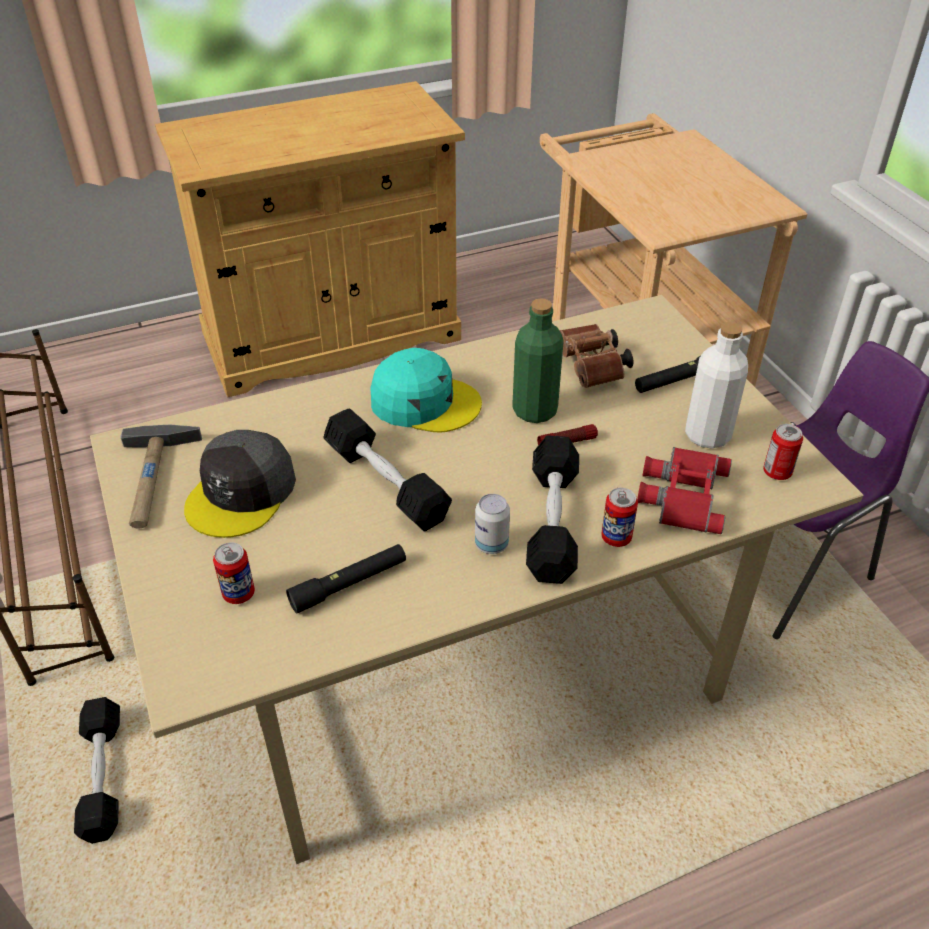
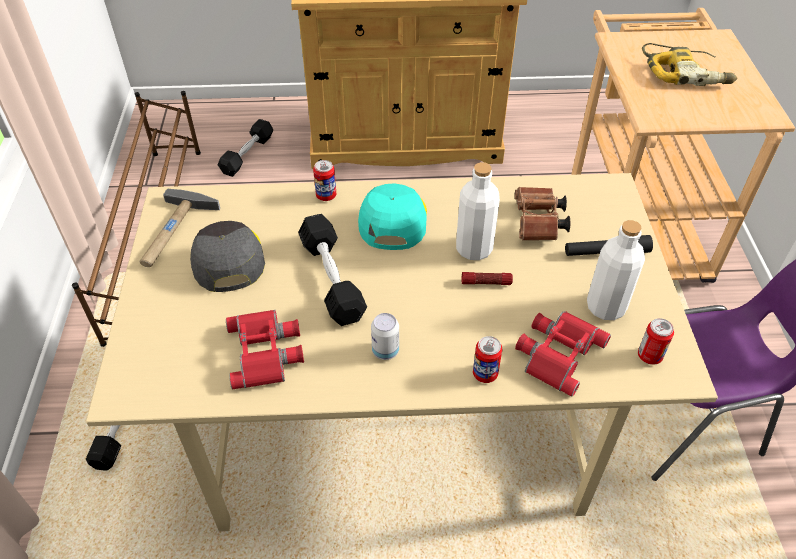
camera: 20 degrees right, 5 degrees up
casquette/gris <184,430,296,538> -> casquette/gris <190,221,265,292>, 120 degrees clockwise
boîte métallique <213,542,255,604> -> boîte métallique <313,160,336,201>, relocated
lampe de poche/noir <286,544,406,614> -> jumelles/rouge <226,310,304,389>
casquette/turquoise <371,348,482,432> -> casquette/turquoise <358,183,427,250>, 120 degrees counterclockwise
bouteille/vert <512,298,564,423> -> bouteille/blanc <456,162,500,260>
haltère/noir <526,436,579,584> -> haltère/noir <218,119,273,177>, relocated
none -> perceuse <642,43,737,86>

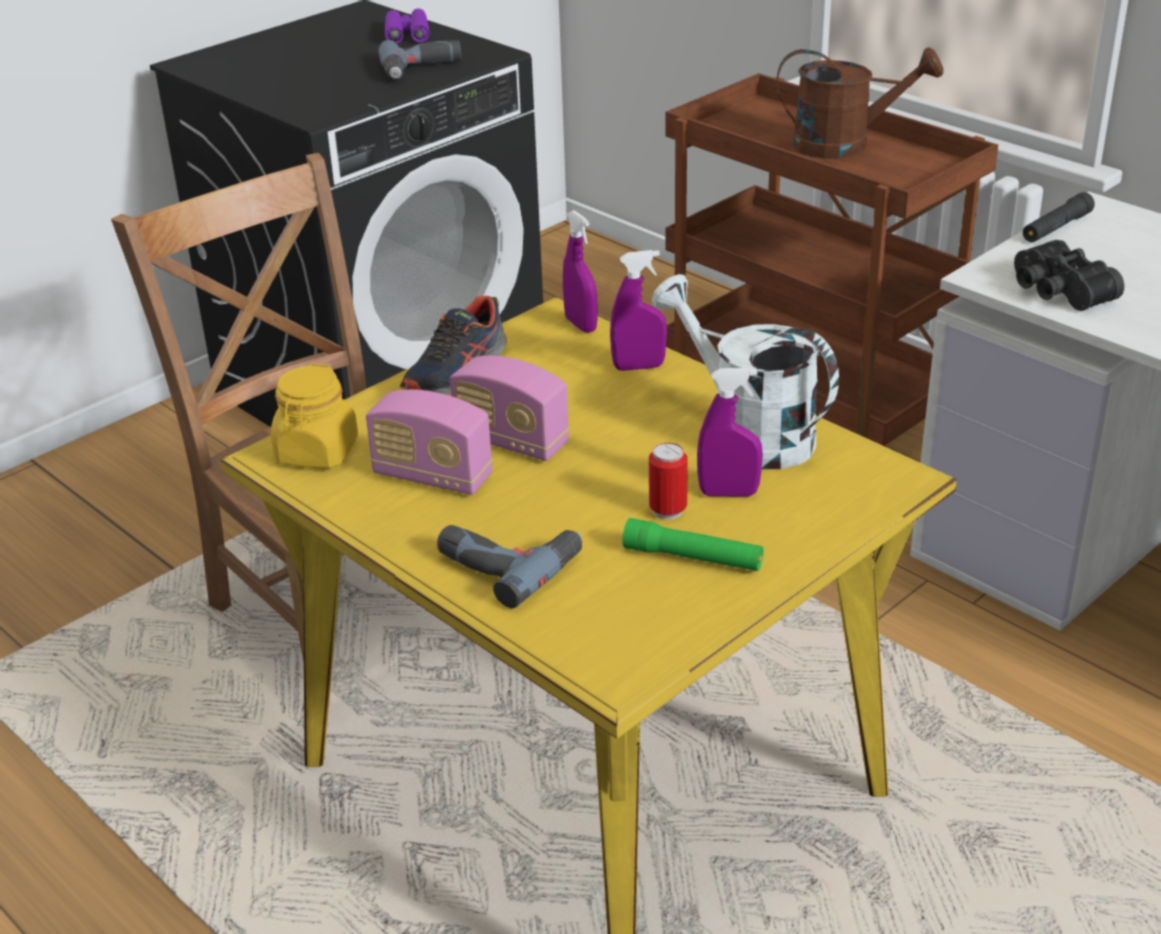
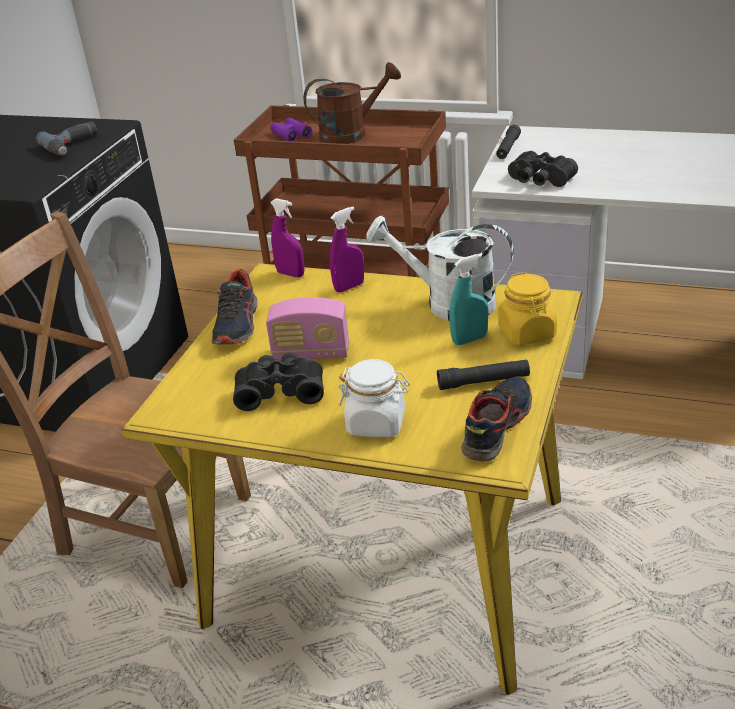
camera: 25 degrees left, 0 degrees up
bocal/jaune <271,363,358,468> -> bocal/jaune <498,272,557,345>, relocated
radio <366,389,493,495> -> jumelles/noir <233,352,324,411>
jumelles/violet <385,9,430,44> -> jumelles/violet <270,118,312,141>, relocated
perceuse <437,525,582,609> -> bocal/blanc <339,359,410,437>
lampe de poche/vert <622,518,764,571> -> lampe de poche/noir <437,359,530,390>
boîte métallique <649,443,688,520> -> none
vaporisateur/violet <697,368,763,497> -> vaporisateur/turquoise <449,254,488,345>
none -> chaussure <461,376,532,462>

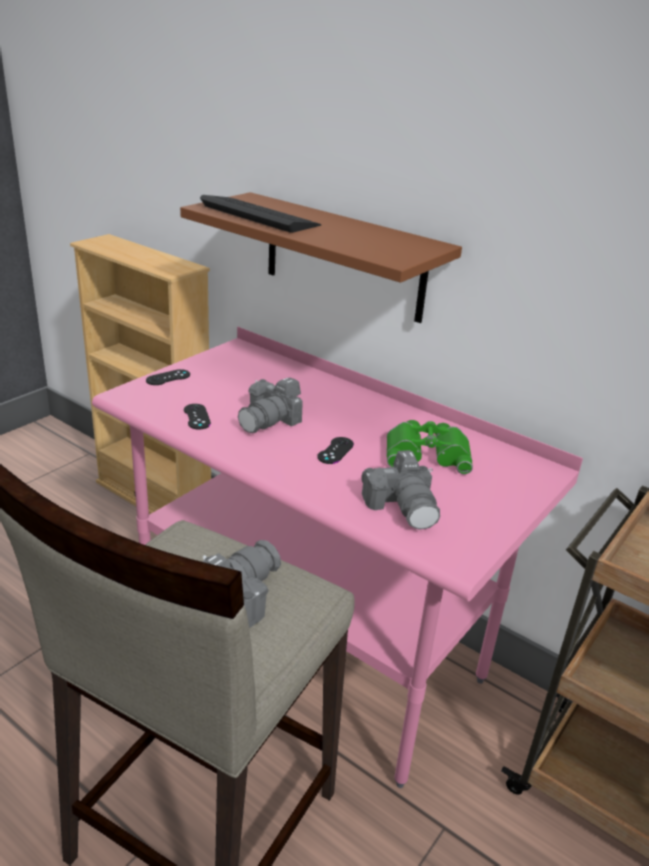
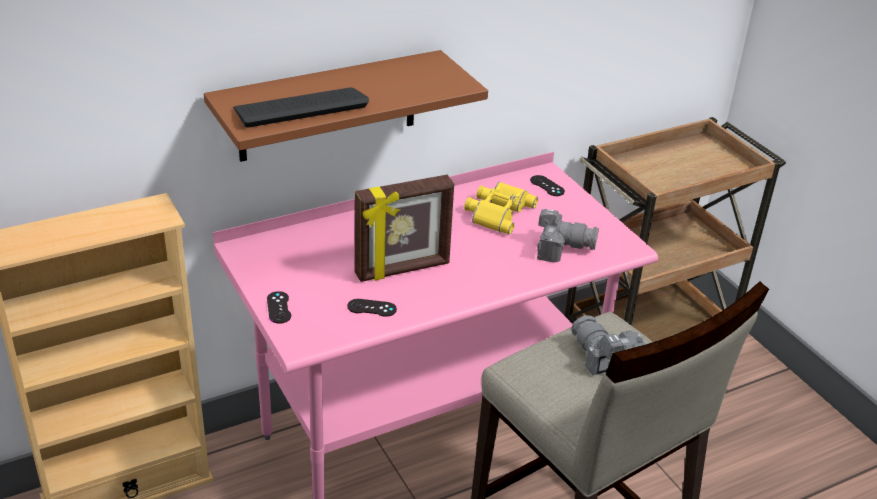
camera: 65 degrees left, 5 degrees up
appareil photo <238,377,303,433> -> cadre photo <355,175,454,282>
manette/noir <317,437,354,464> -> manette/noir <530,175,565,196>, relocated
jumelles/vert <387,420,473,474> -> jumelles/jaune <464,182,538,235>

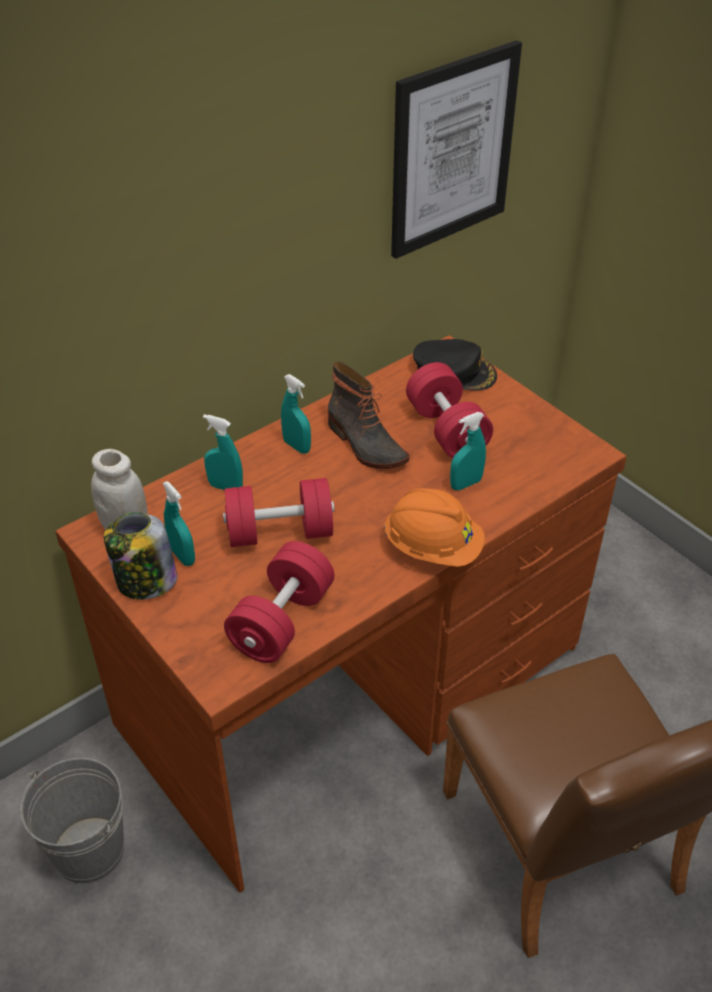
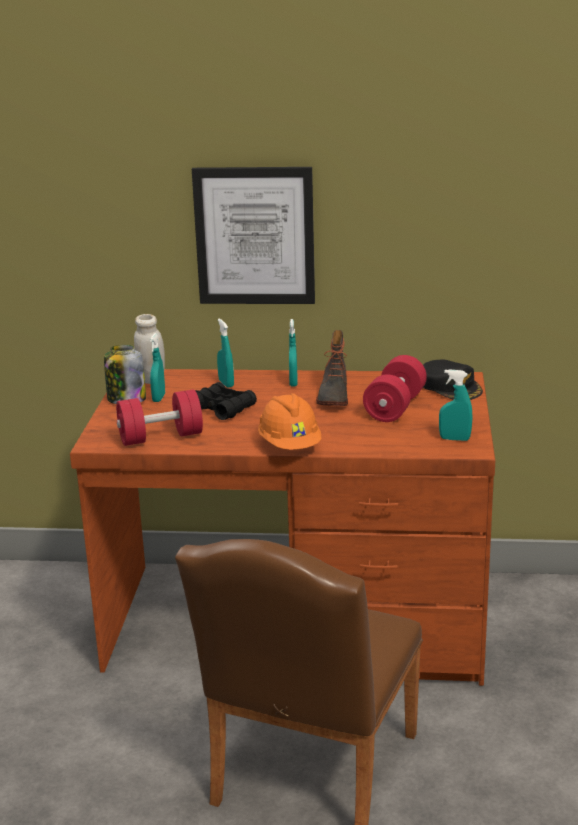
camera: 45 degrees right, 20 degrees down
seau/gris <20,758,125,883> -> none
haltère/rouge <223,478,335,547> -> jumelles/noir <195,382,257,420>
tableau <391,40,522,259> -> tableau <192,167,315,304>, relocated
vaporisateur/turquoise <450,412,486,490> -> vaporisateur/turquoise <439,369,472,441>, relocated

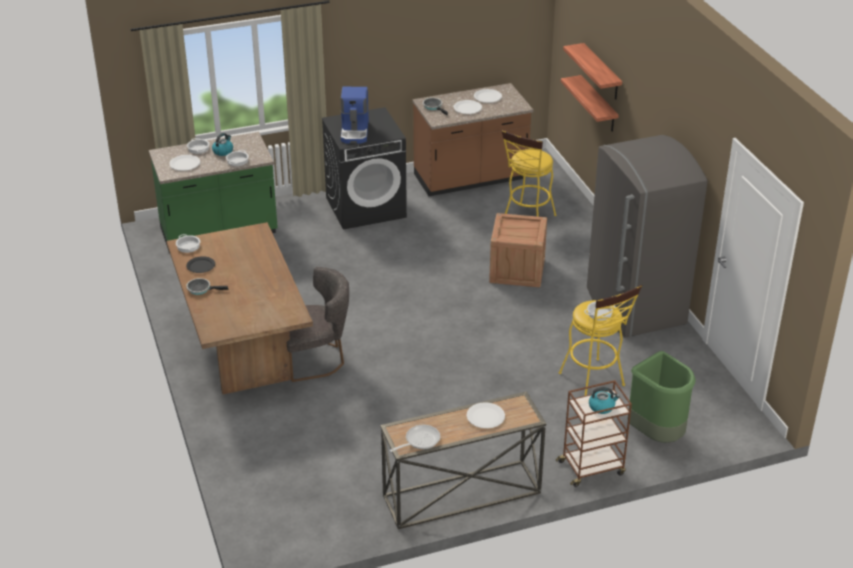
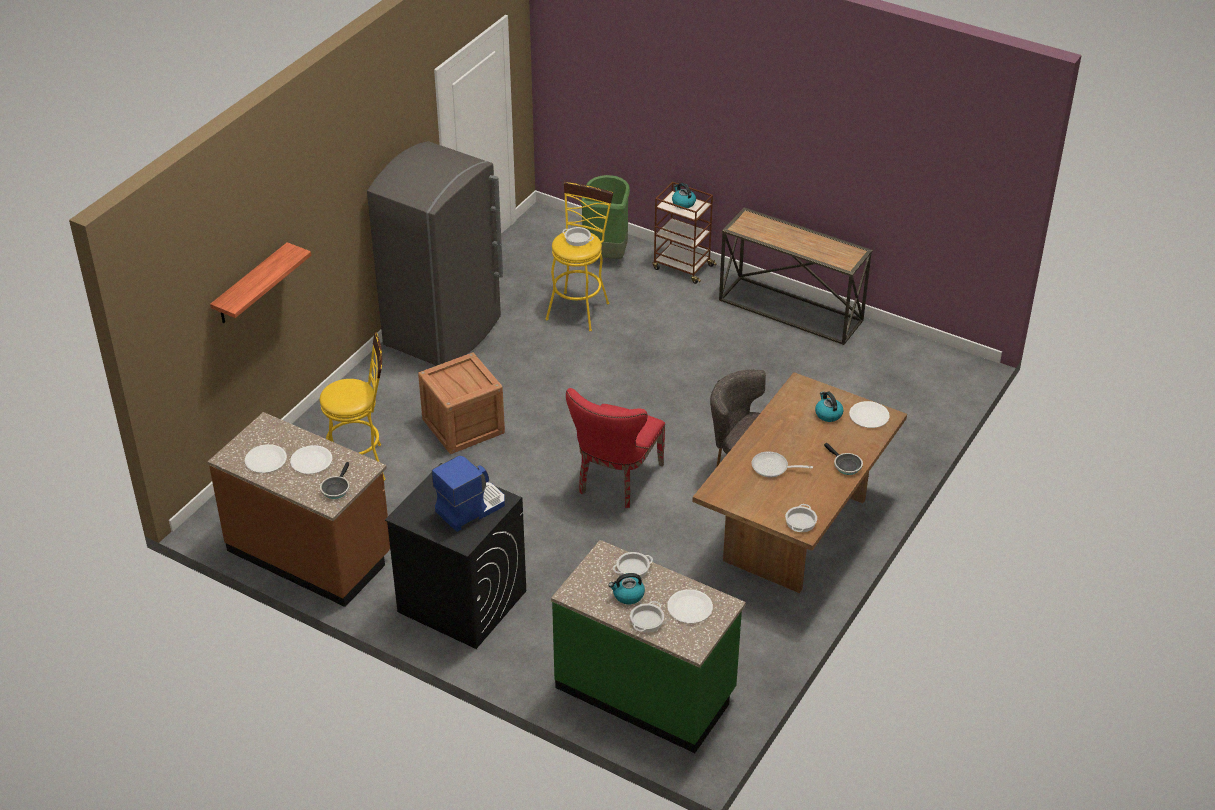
camera: 130 degrees left, 5 degrees up
assiette/noir <186,256,215,273> -> none
poêle <389,425,440,452> -> poêle <751,451,813,478>, relocated
assiette/blanc <467,402,505,429> -> assiette/blanc <849,401,890,428>, relocated
étagère <561,75,619,132> -> none
none -> chaise/rouge <566,388,665,508>
none -> bouilloire <815,392,843,422>

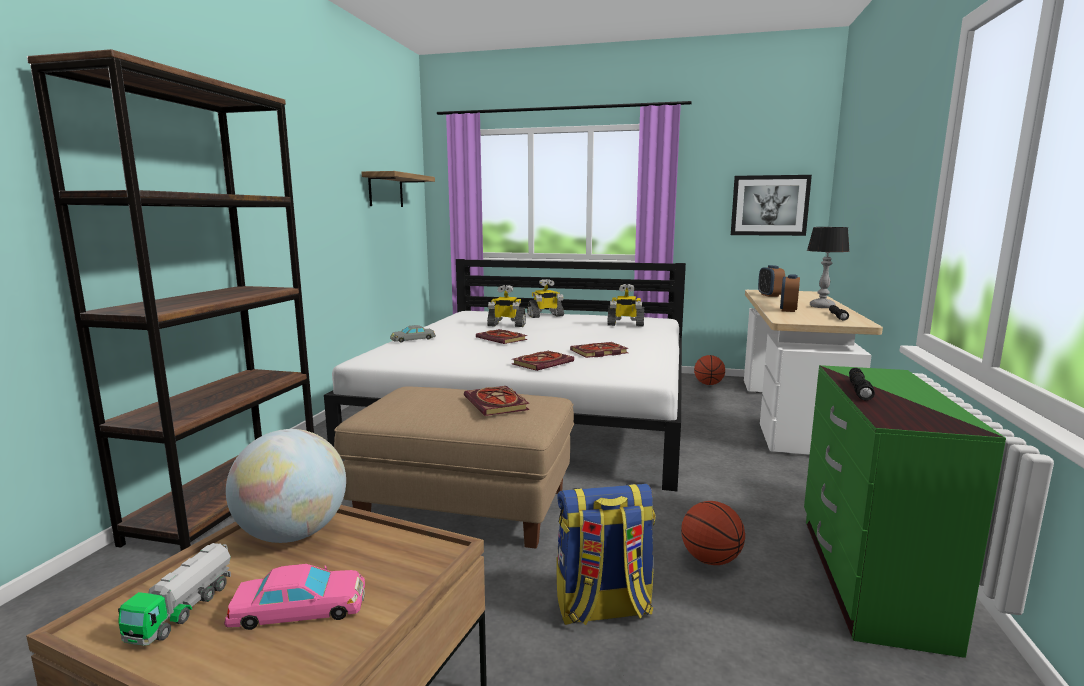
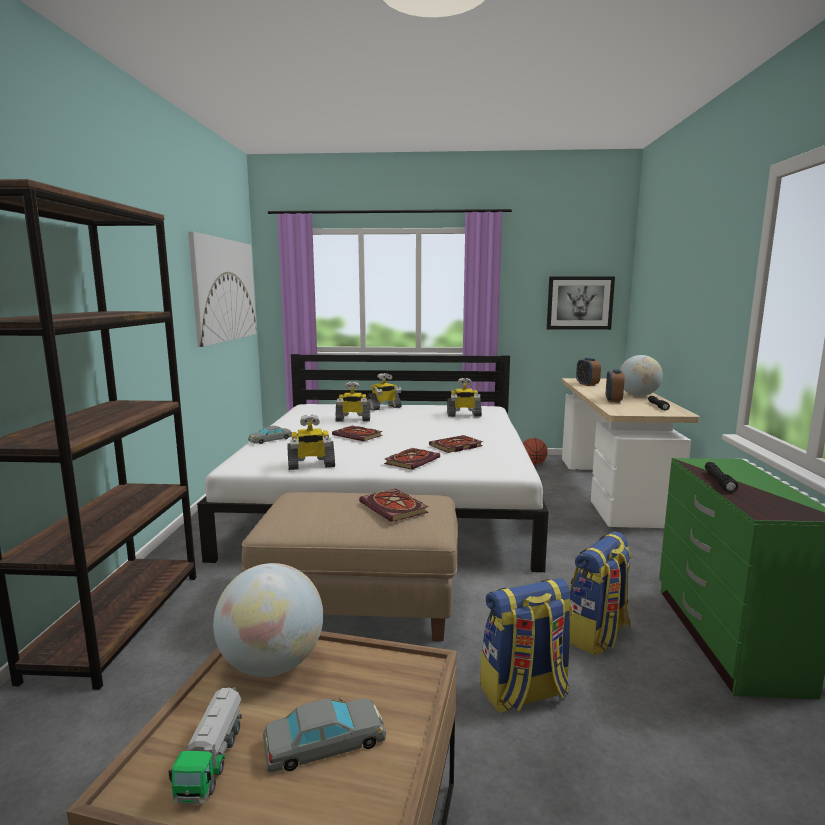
camera: 10 degrees left, 0 degrees up
petite voiture/rose <224,564,365,630> -> petite voiture/gris <263,697,386,772>
étagère <361,171,435,207> -> tableau <188,231,257,347>
ballon de basket <681,501,745,565> -> sac à dos <570,531,632,656>
lampe de table <807,227,850,308> -> globe <620,355,663,396>
none -> robot jouet <287,414,335,470>

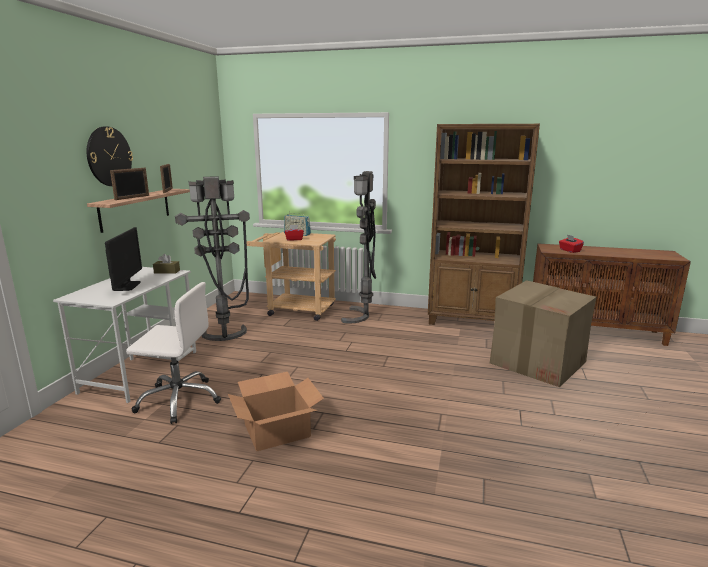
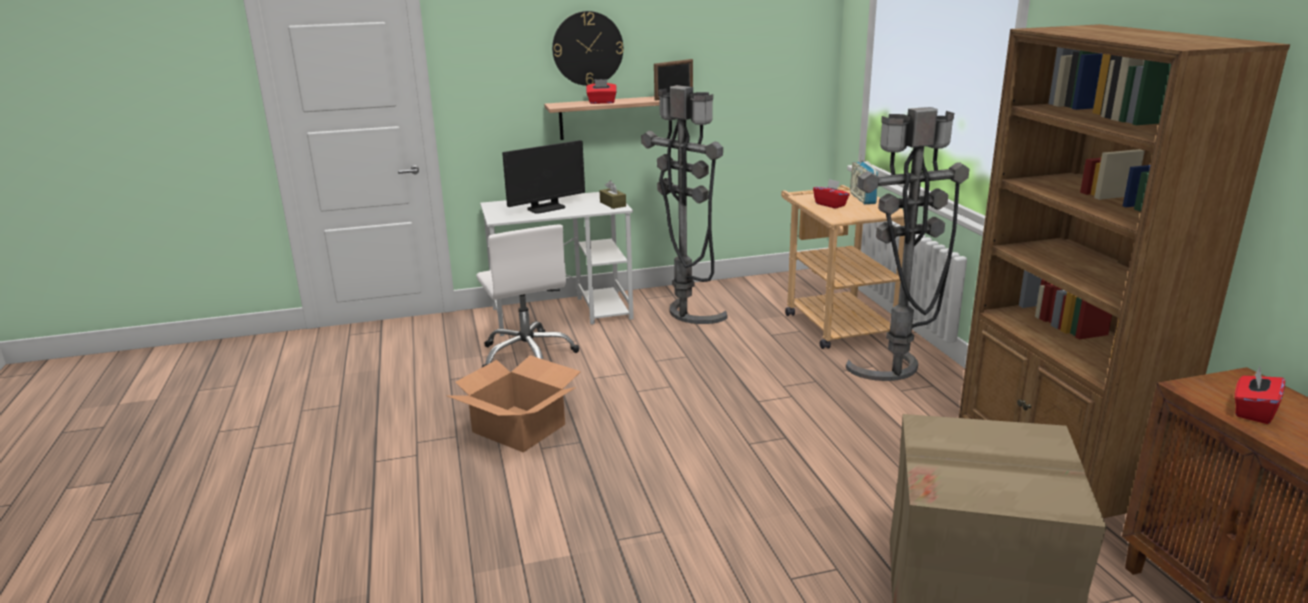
camera: 60 degrees right, 5 degrees up
cadre photo <110,168,149,200> -> boîte à mouchoirs/rouge <586,79,617,104>

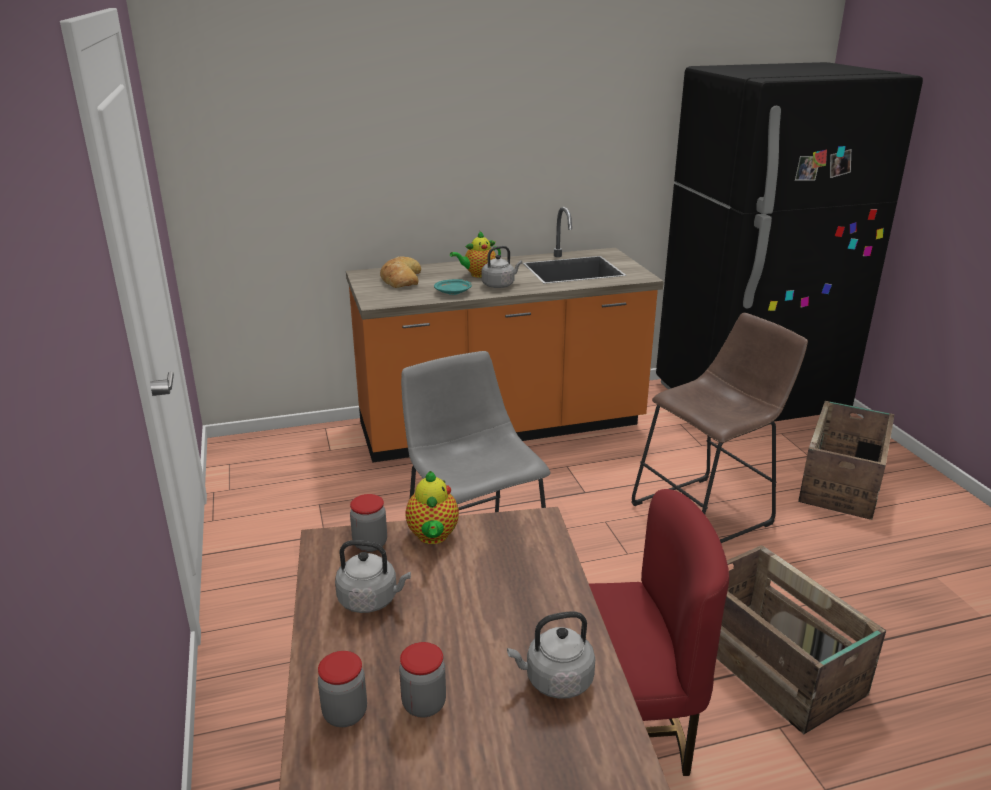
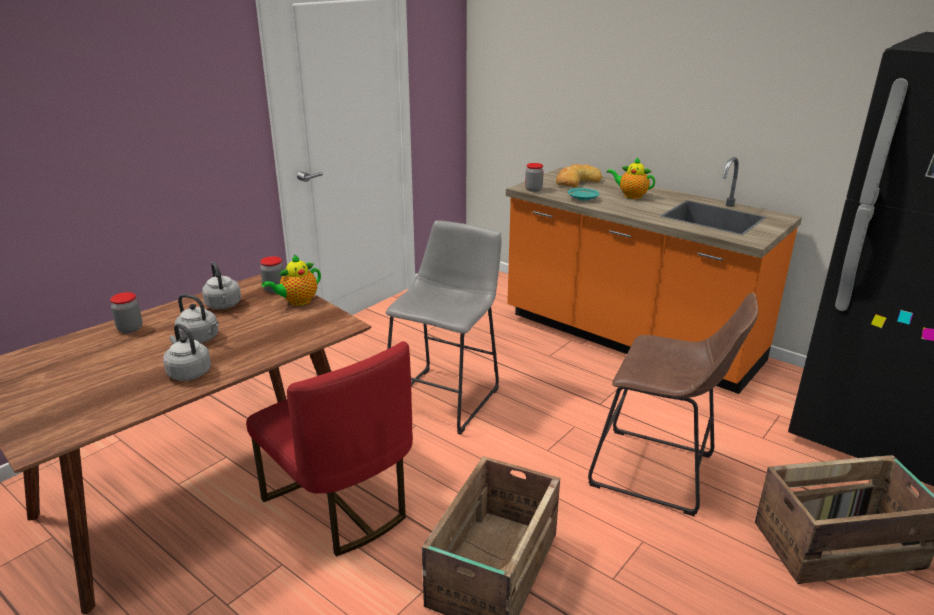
camera: 55 degrees right, 0 degrees up
bocal <399,642,446,718> -> bocal <525,163,544,192>, relocated
bouilloire/gris <482,246,522,288> -> bouilloire/gris <175,294,219,343>, relocated

